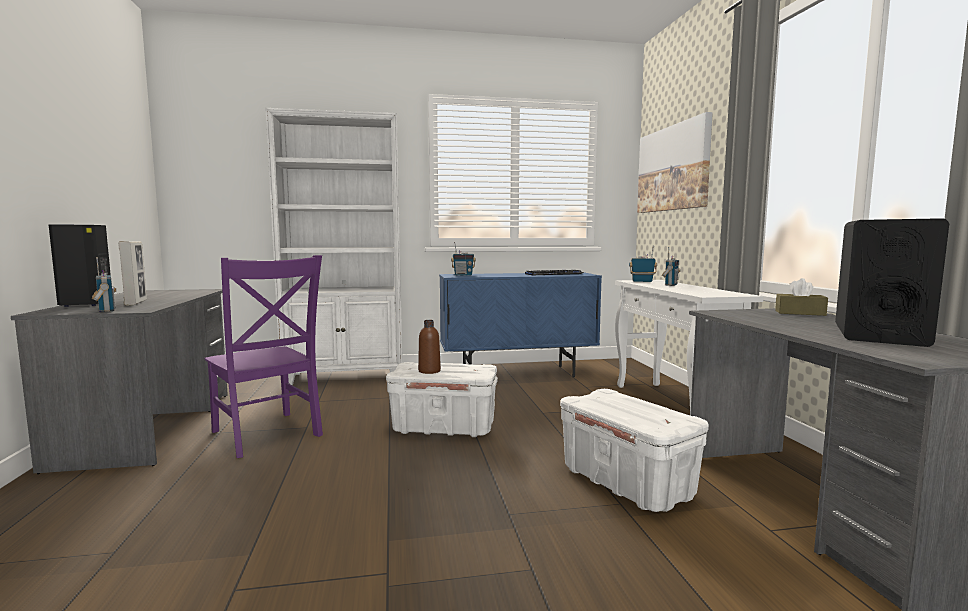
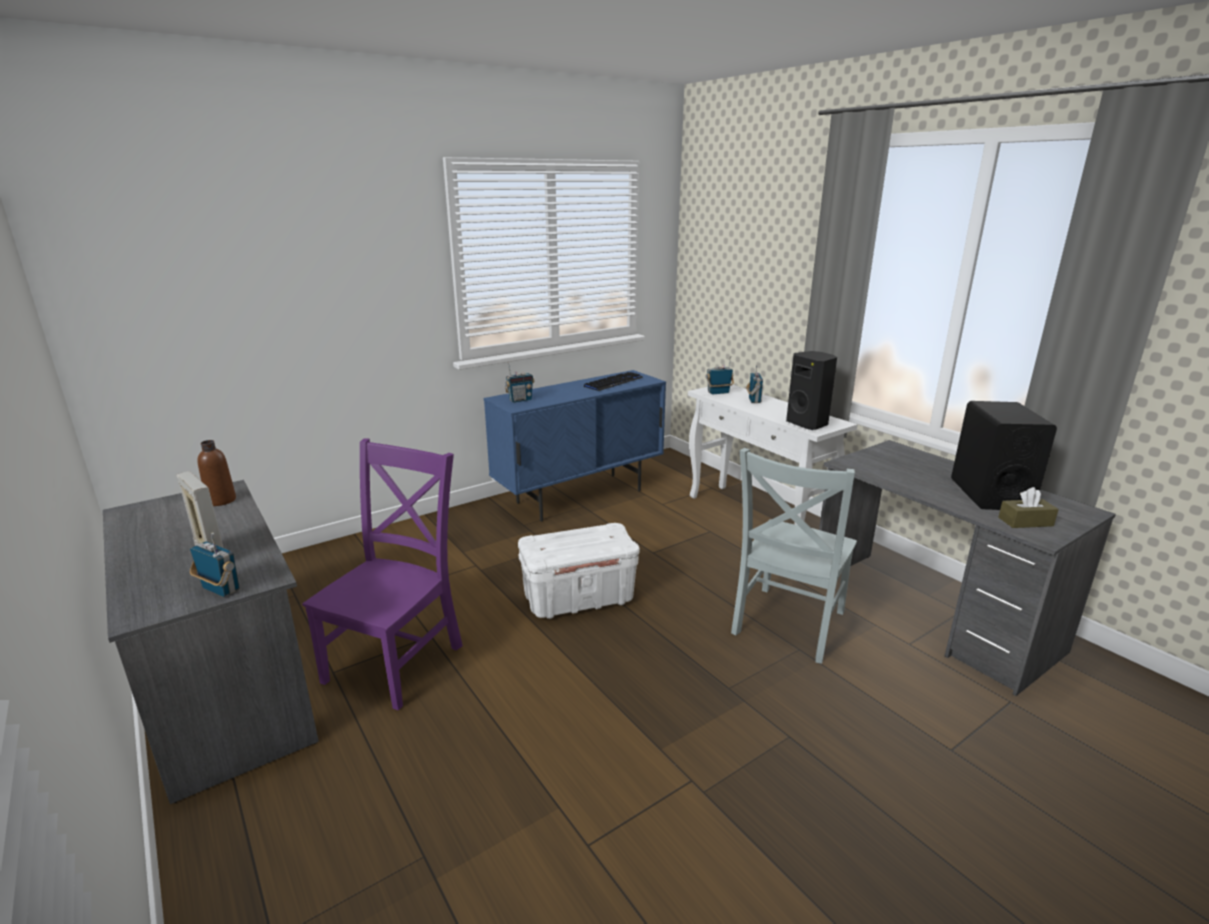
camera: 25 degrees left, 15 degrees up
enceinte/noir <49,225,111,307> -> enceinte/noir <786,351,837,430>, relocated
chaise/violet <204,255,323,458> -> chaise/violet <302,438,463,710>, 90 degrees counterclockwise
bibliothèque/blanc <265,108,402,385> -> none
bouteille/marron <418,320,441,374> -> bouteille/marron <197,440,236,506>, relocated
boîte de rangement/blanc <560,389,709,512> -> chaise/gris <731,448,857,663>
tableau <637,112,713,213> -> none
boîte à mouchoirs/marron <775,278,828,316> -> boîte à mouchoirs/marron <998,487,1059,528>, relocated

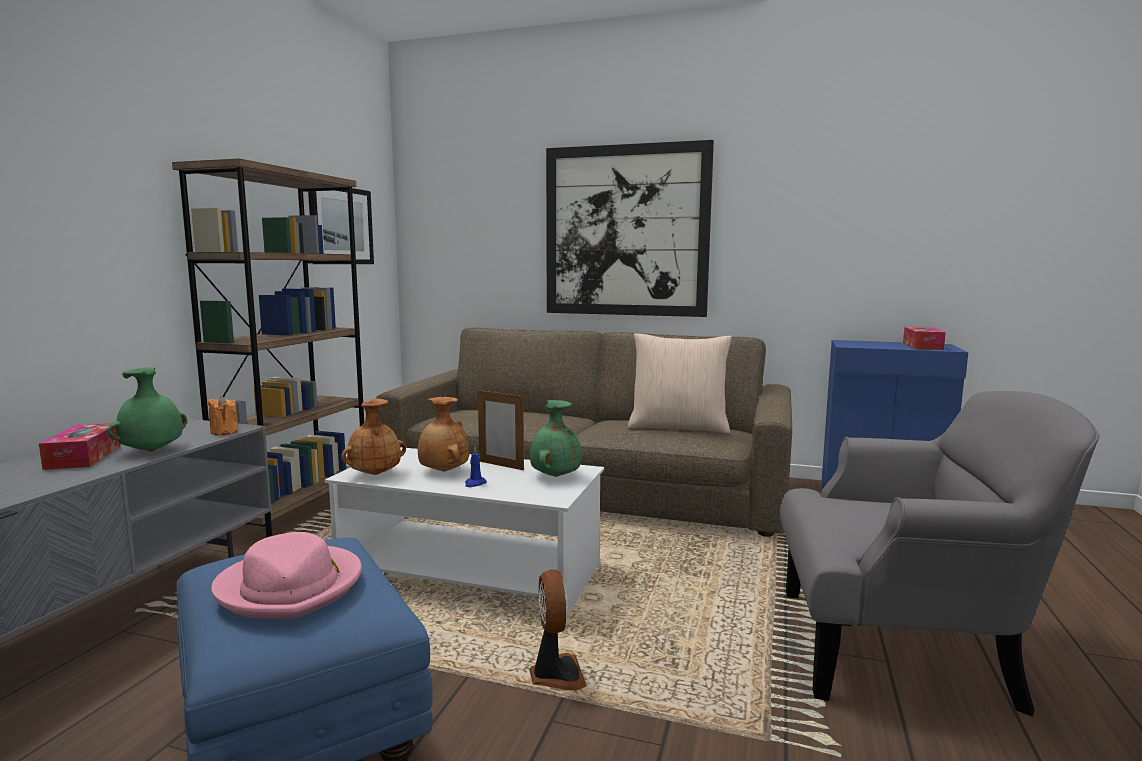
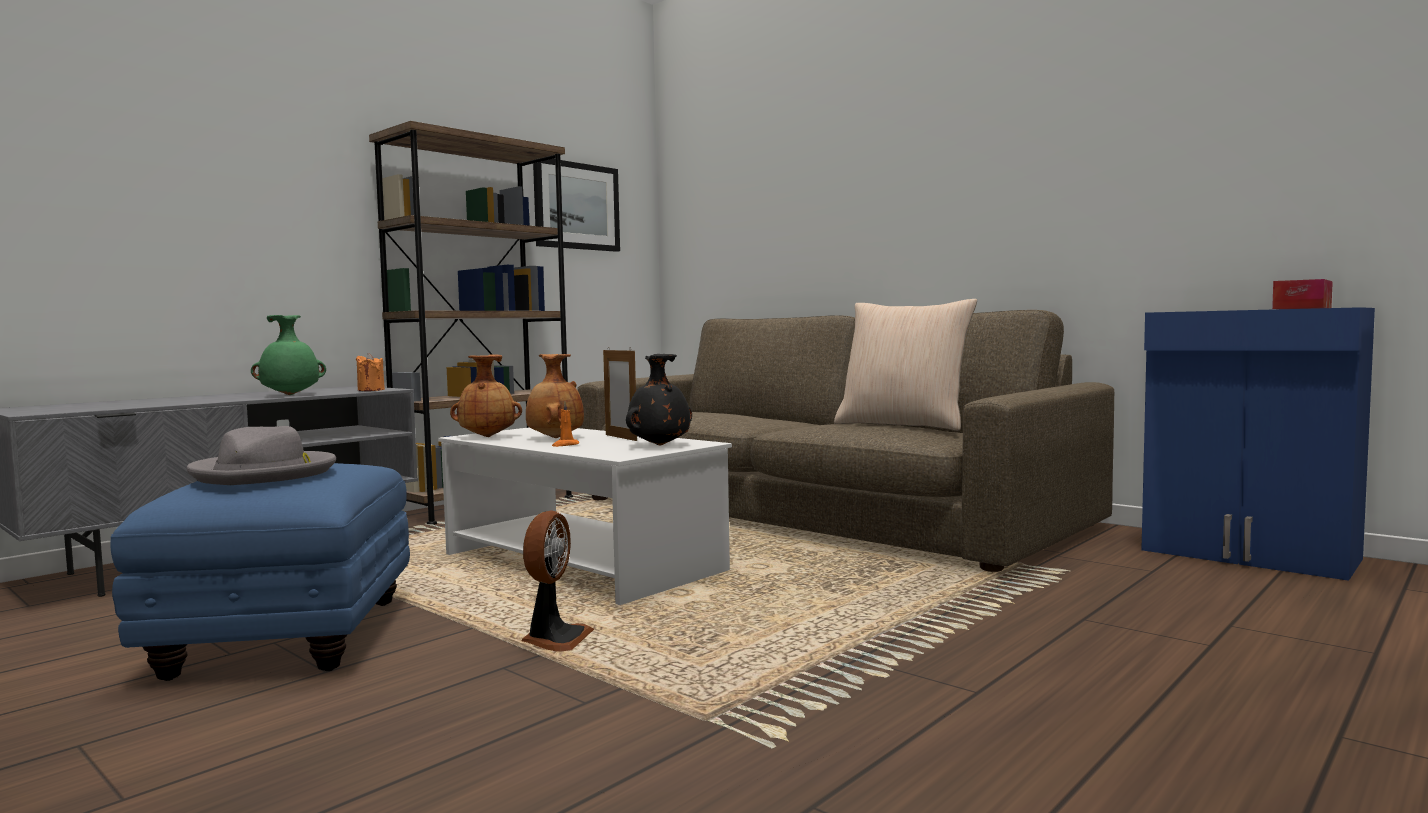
camera: 25 degrees right, 5 degrees down
boîte à mouchoirs <39,423,121,470> -> none
chapeau/rose <211,532,362,619> -> chapeau/gris <187,426,336,485>
bougie/bleu <465,447,487,487> -> bougie/orange <552,402,579,447>
vase/vert <530,400,582,477> -> vase/noir <626,354,692,445>
tableau <546,140,714,317> -> none
fauteuil/gris <780,391,1100,716> -> none

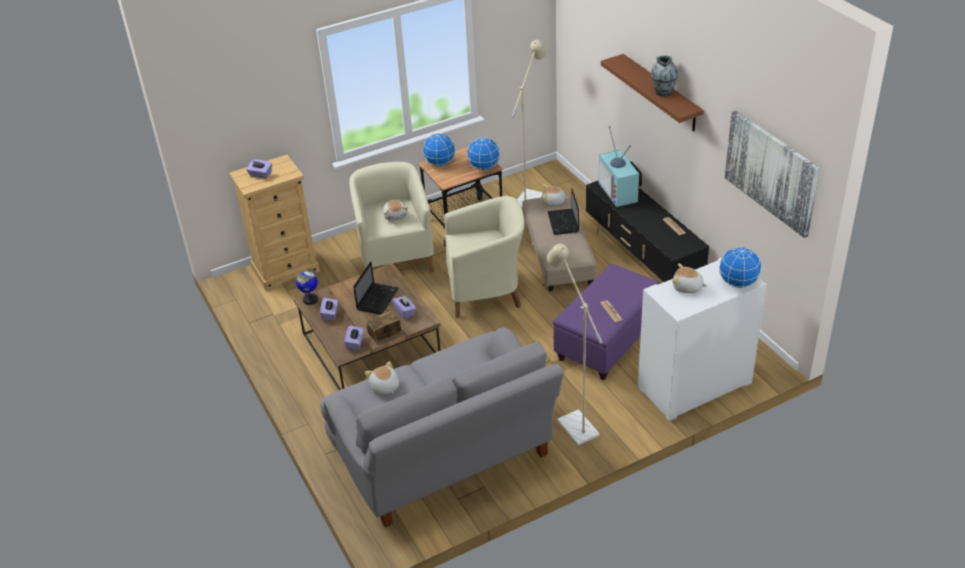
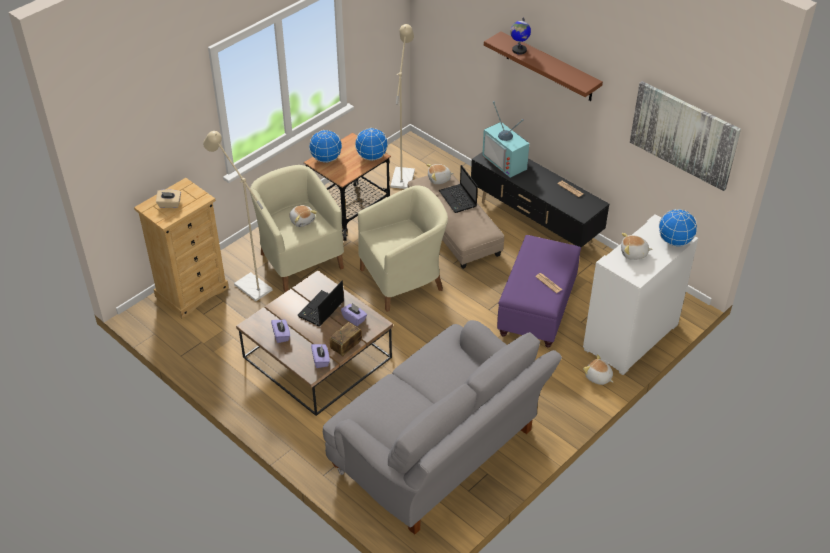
camera: 20 degrees left, 5 degrees up
boîte à mouchoirs/violet <247,160,272,179> -> boîte à mouchoirs/beige <156,189,181,208>
globe <296,269,318,305> -> globe <510,18,531,55>, relocated
ordinateur portable <353,261,399,315> -> ordinateur portable <297,281,344,326>, 150 degrees counterclockwise
peluche <365,361,399,395> -> peluche <583,354,613,385>, relocated
lampadaire/beige <547,244,603,445> -> lampadaire/beige <203,131,273,301>, relocated
vase <651,56,678,97> -> none

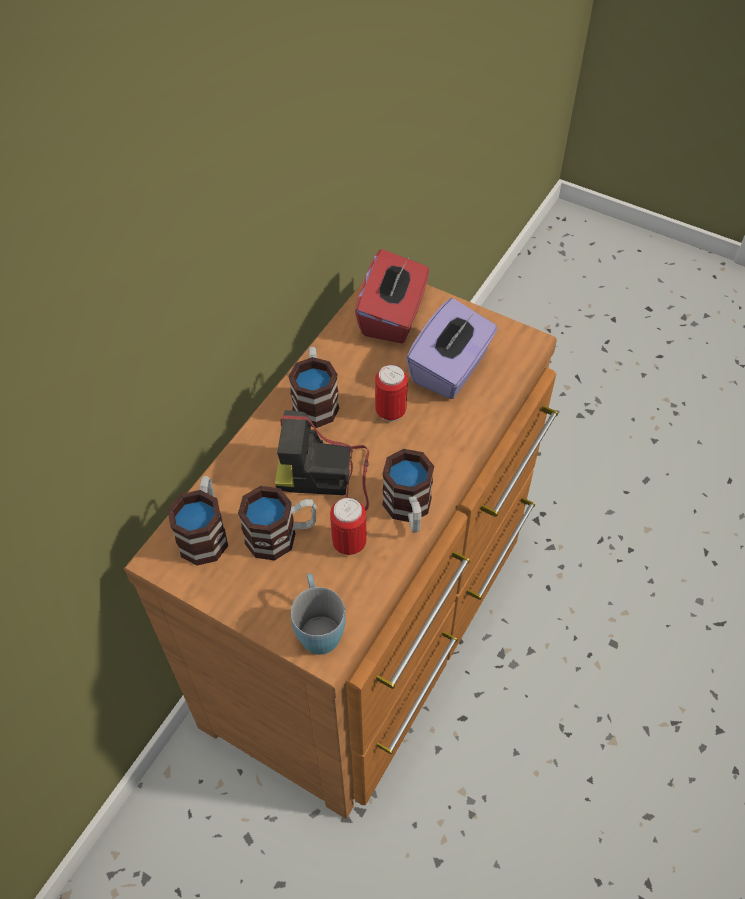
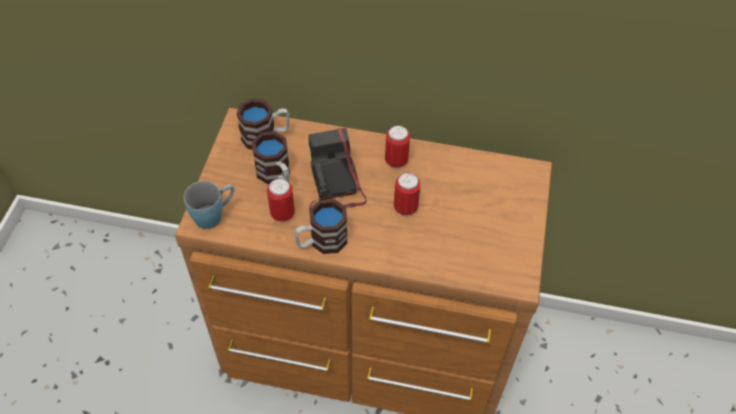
camera: 70 degrees right, 0 degrees up
mug <289,347,339,428> -> boîte métallique <385,125,410,169>
boîte à mouchoirs/rouge <355,249,429,344> -> none
boîte à mouchoirs/violet <406,298,497,399> -> none

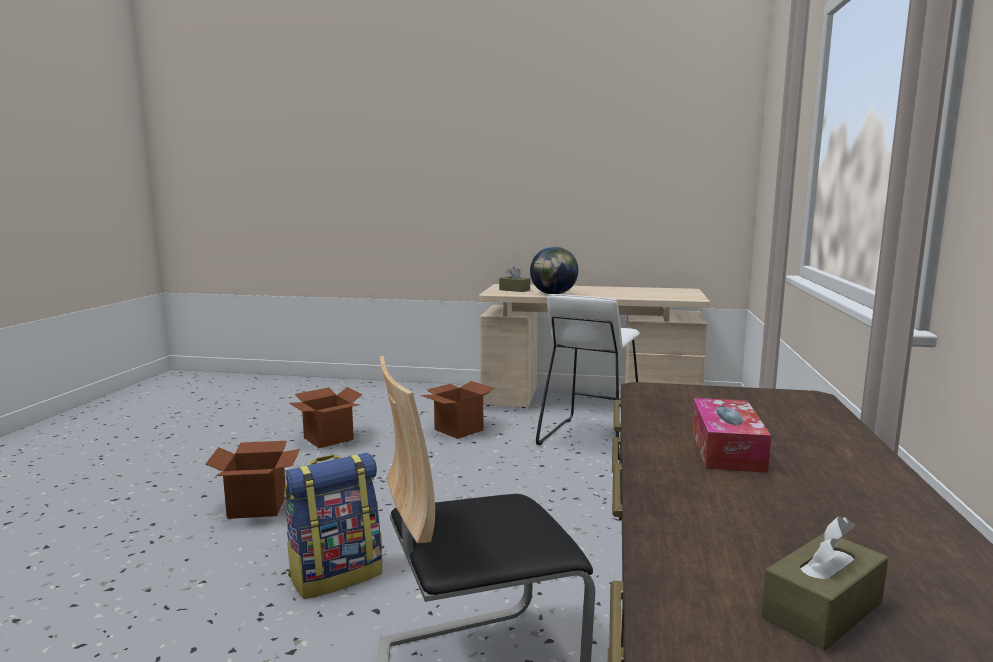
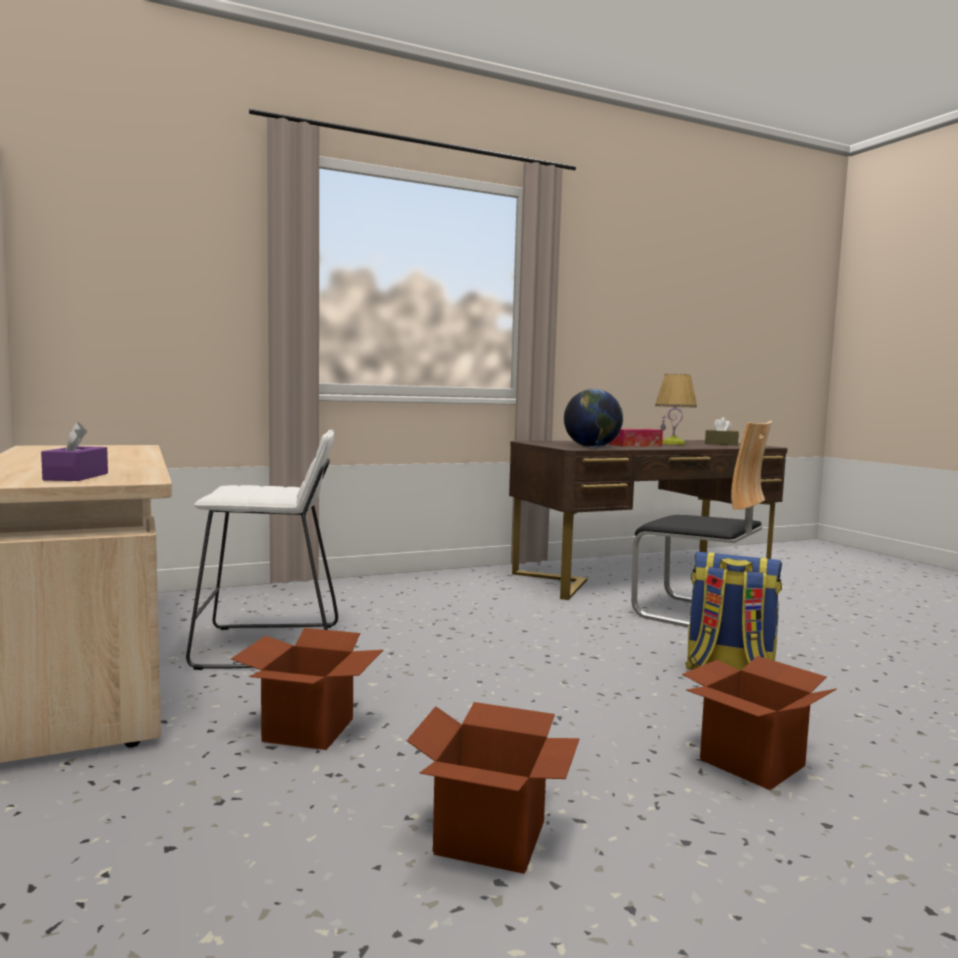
camera: 125 degrees left, 5 degrees down
boîte à mouchoirs/marron <499,266,530,292> -> boîte à mouchoirs/violet <41,422,108,481>
globe <530,247,578,294> -> globe <564,389,623,448>, relocated
none -> lampe de table <655,374,697,445>

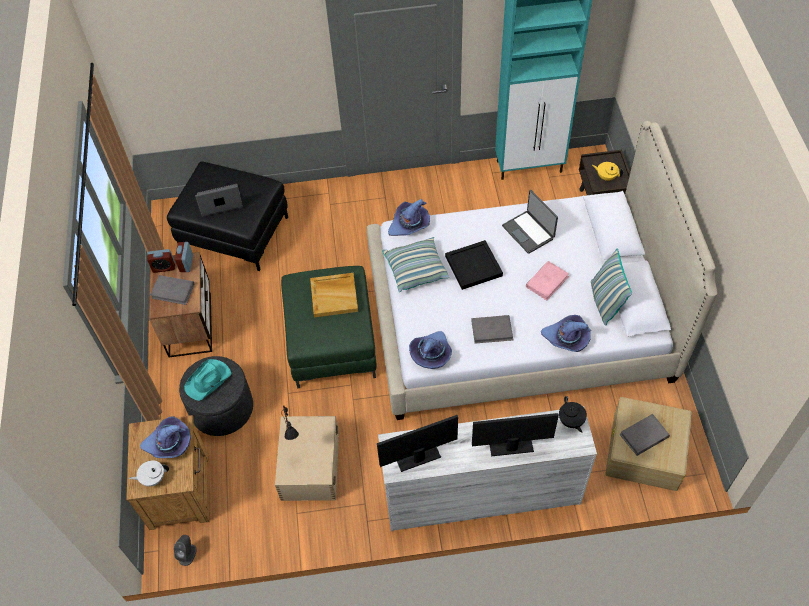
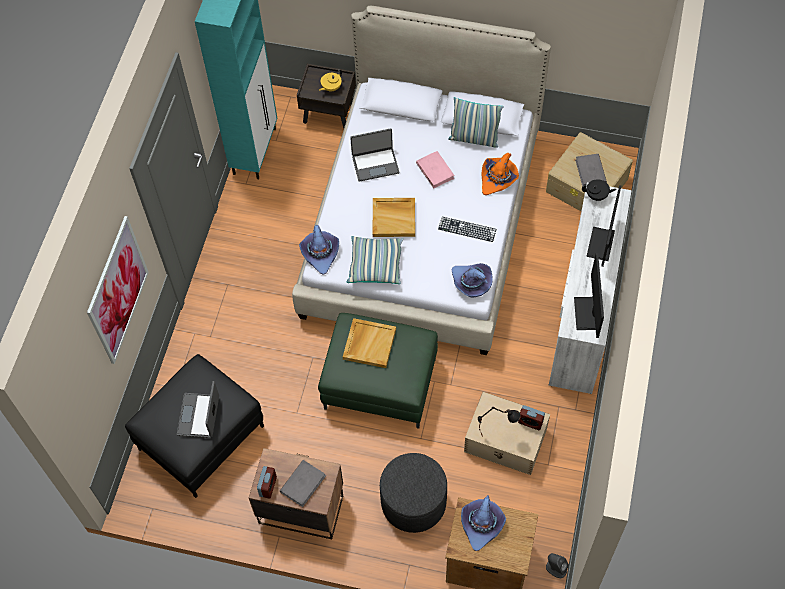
camera: 70 degrees left, 5 degrees up
théière/blanc <129,460,169,487> -> none
réveil <175,242,193,272> -> réveil <518,405,545,430>, relocated
chapeau/turquoise <184,359,231,401> -> none
plateau/noir <445,240,503,290> -> plateau/beige <373,198,415,237>
livre/gris <471,315,514,344> -> clavier <438,217,496,242>
chapeau/violet <541,315,591,352> -> chapeau/orange <482,152,519,195>
none -> tableau <87,216,149,364>

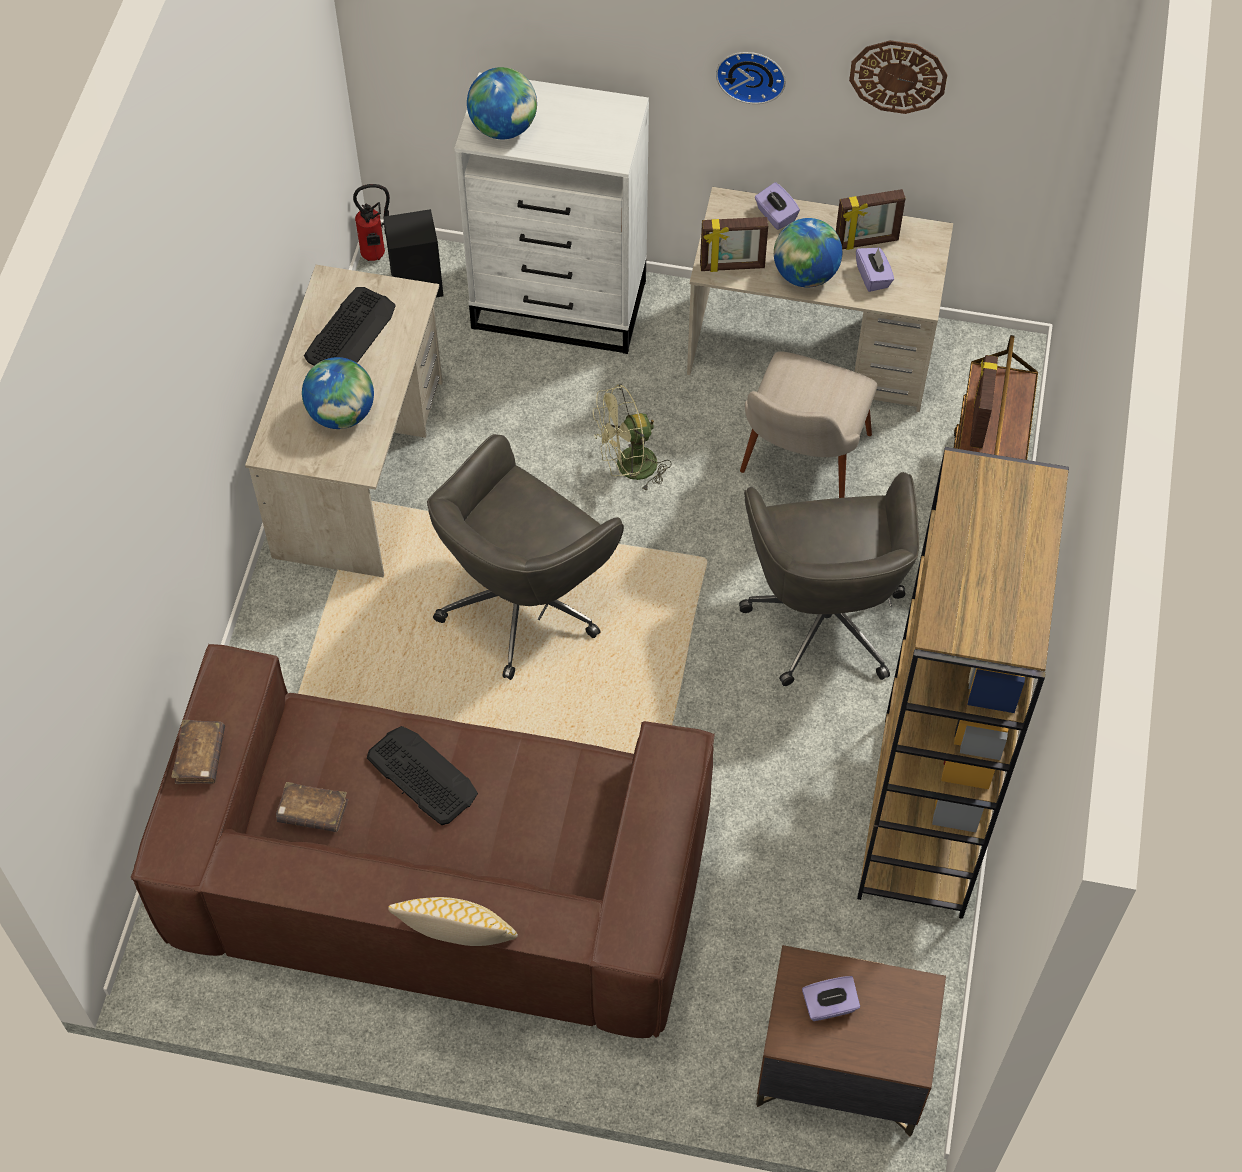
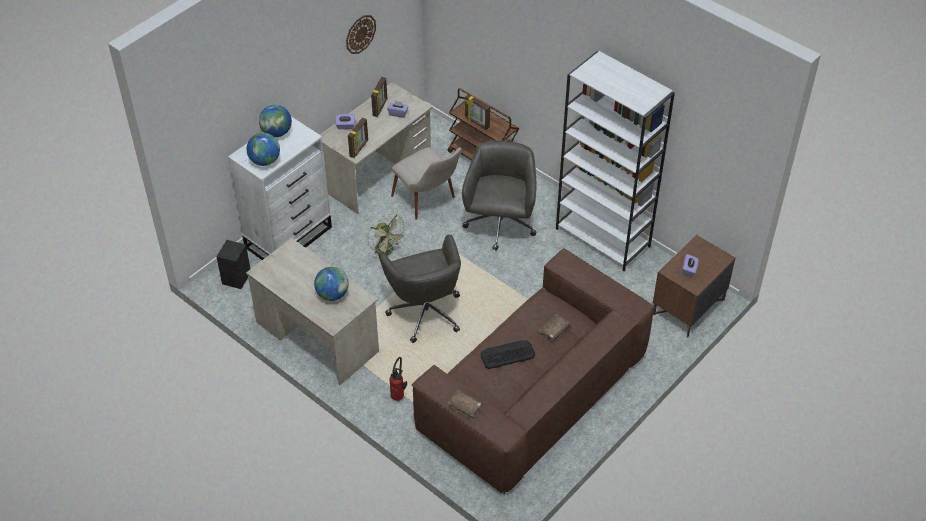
camera: 60 degrees left, 10 degrees down
livre/marron <276,782,349,832> -> livre/marron <539,314,570,342>, relocated
clavier <304,287,396,366> -> none
extincteur <353,184,390,261> -> extincteur <389,357,407,401>, relocated
coussin <388,897,518,946> -> none
ventilateur/vert <593,384,672,492> -> ventilateur/vert <368,214,408,261>, 45 degrees counterclockwise
horloge murale <716,52,786,104> -> none
chaise de bureau/gris <739,472,919,686> -> chaise de bureau/gris <462,140,536,251>, 105 degrees counterclockwise
globe <774,218,842,288> -> globe <259,105,292,137>, relocated
bibliothèque/marron <857,447,1069,919> -> bibliothèque/blanc <556,51,675,271>

